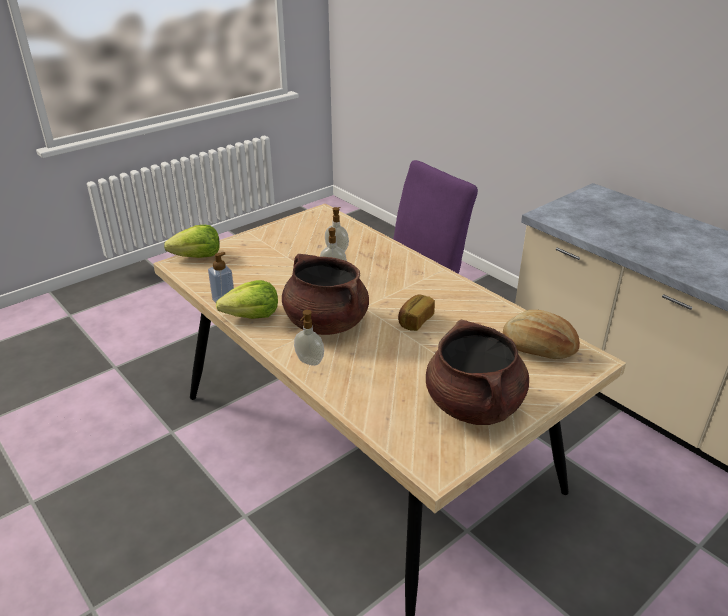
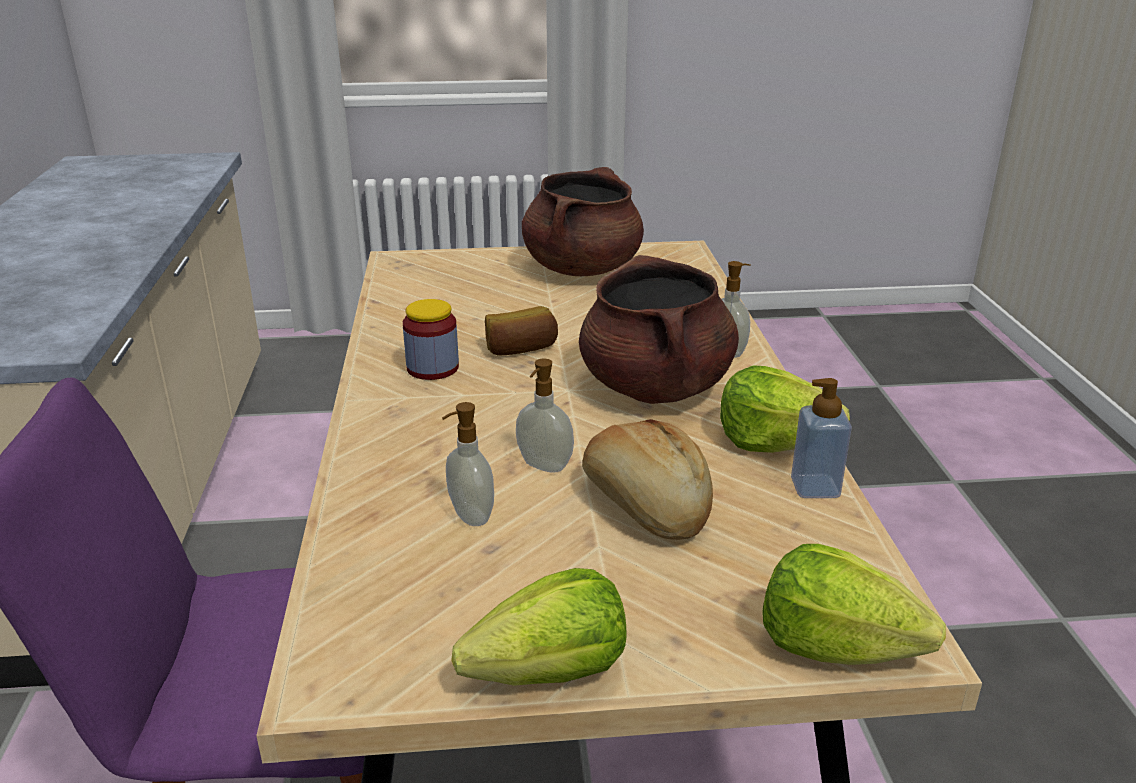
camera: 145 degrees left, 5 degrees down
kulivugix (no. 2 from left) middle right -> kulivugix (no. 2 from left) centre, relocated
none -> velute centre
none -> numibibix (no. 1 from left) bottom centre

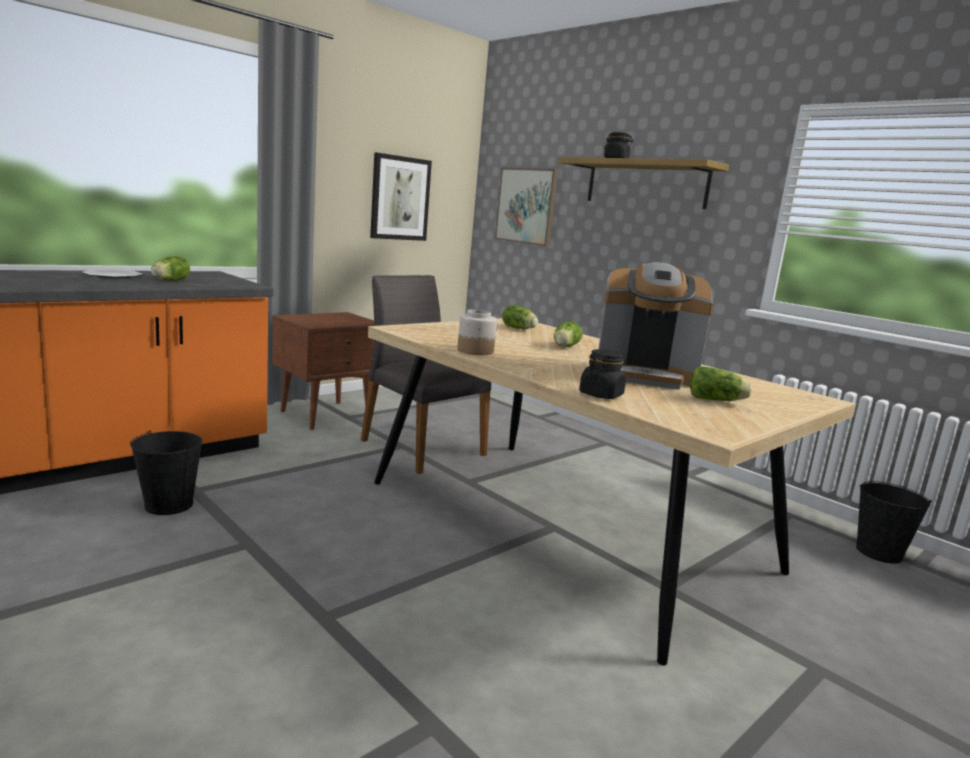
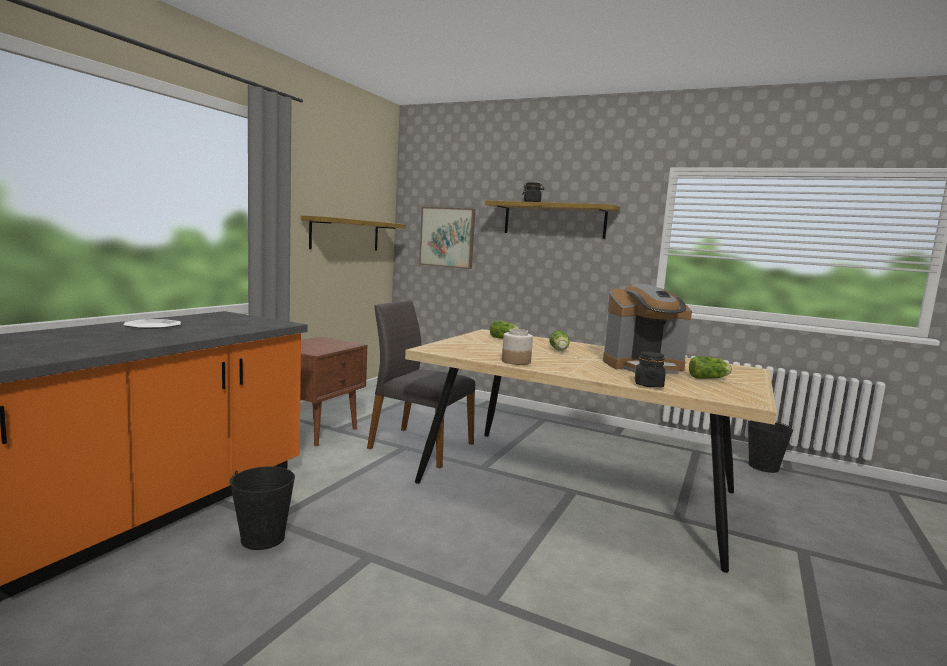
camera: 20 degrees left, 5 degrees down
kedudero (no. 1 from left) top centre -> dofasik (no. 1 from left) centre
numibibix (no. 1 from left) middle left -> none

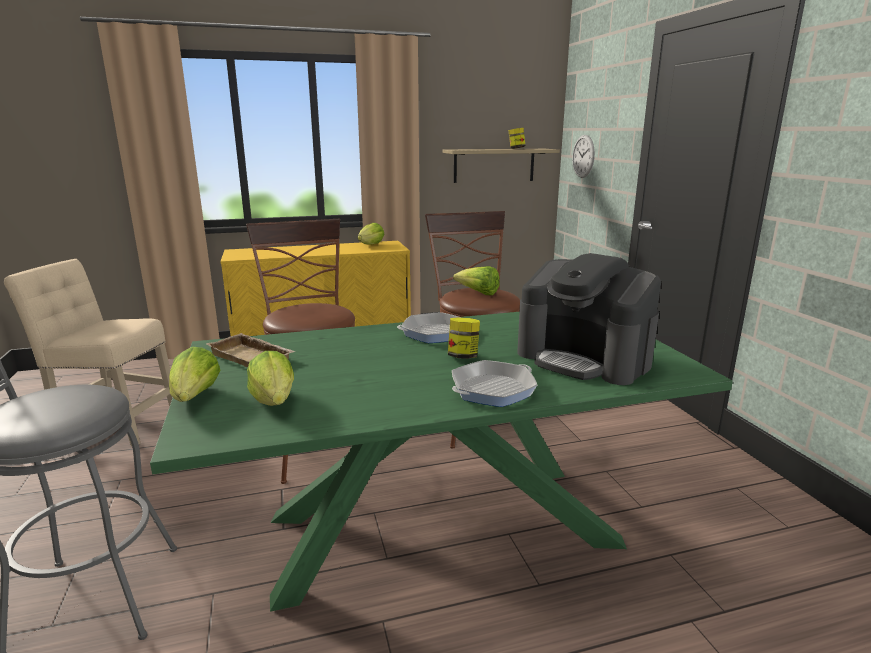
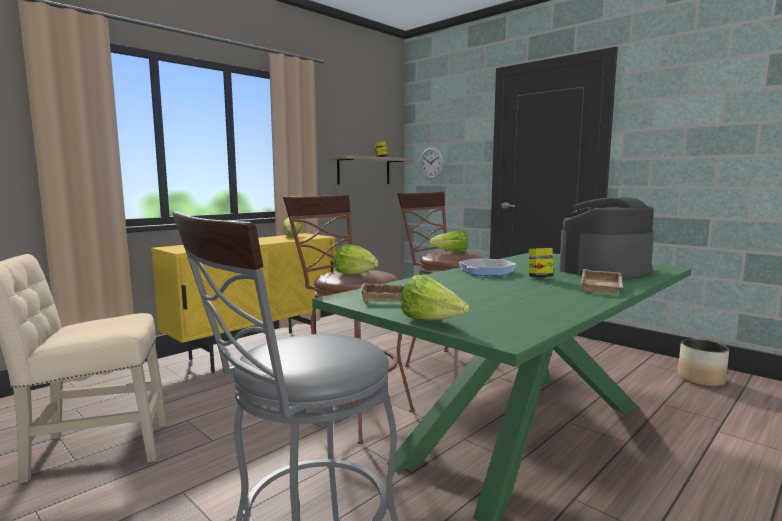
camera: 30 degrees left, 10 degrees down
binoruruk middle right, 135 degrees clockwise
numibibix (no. 2 from left) middle left -> numibibix (no. 2 from left) centre, relocated
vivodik (no. 2 from left) centre -> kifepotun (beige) (no. 2 from left) middle right
none -> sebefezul bottom right

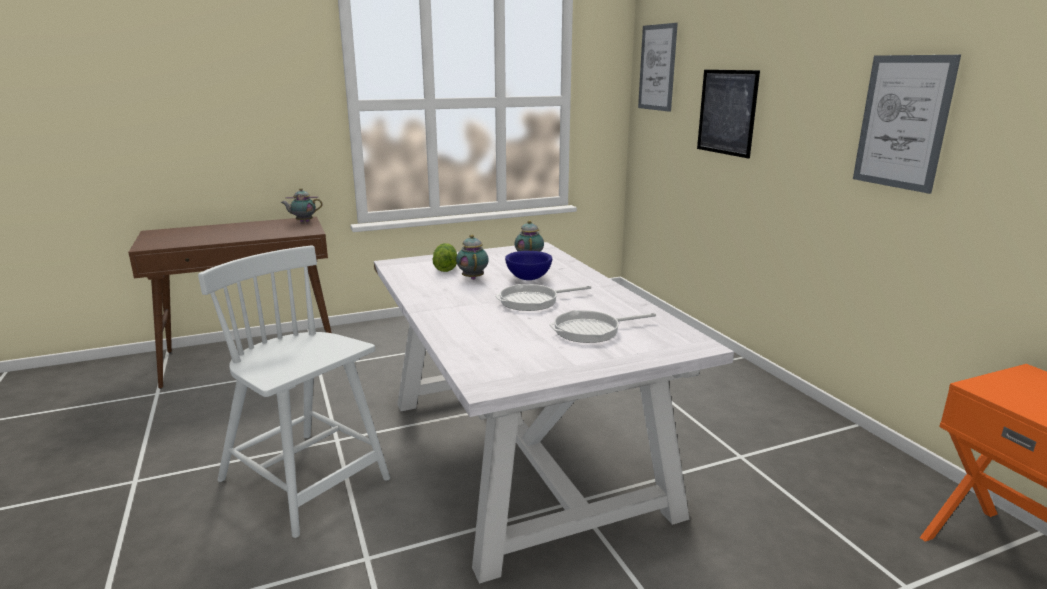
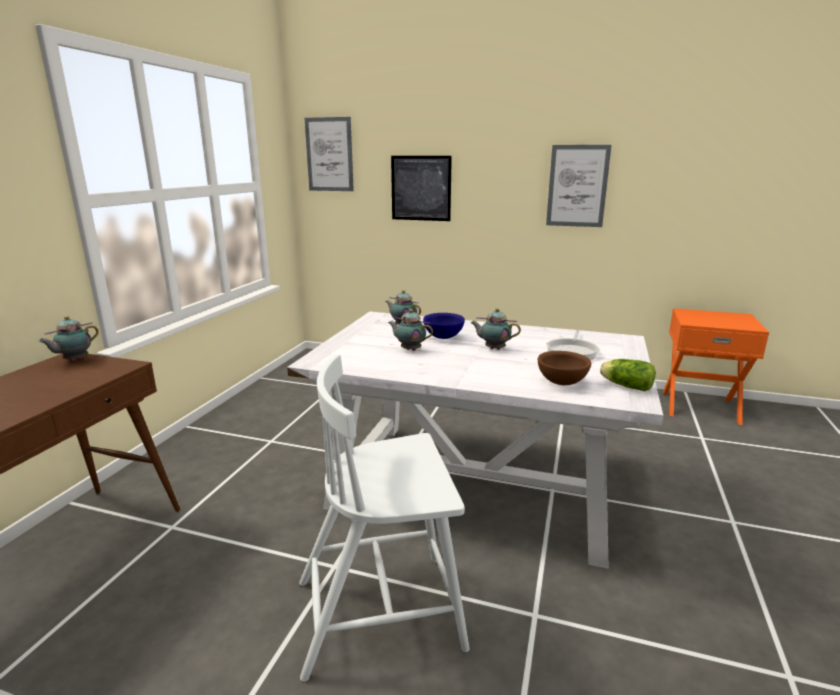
camera: 50 degrees left, 0 degrees up
numibibix centre -> numibibix middle right, relocated
vivodik (no. 1 from left) centre -> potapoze (no. 4 from left) centre
none -> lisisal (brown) middle right

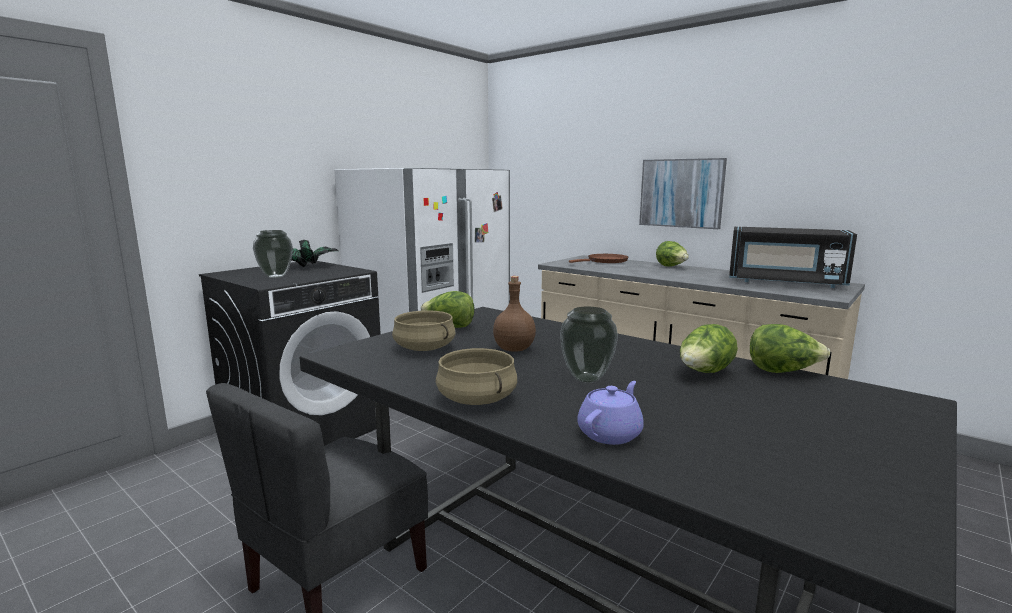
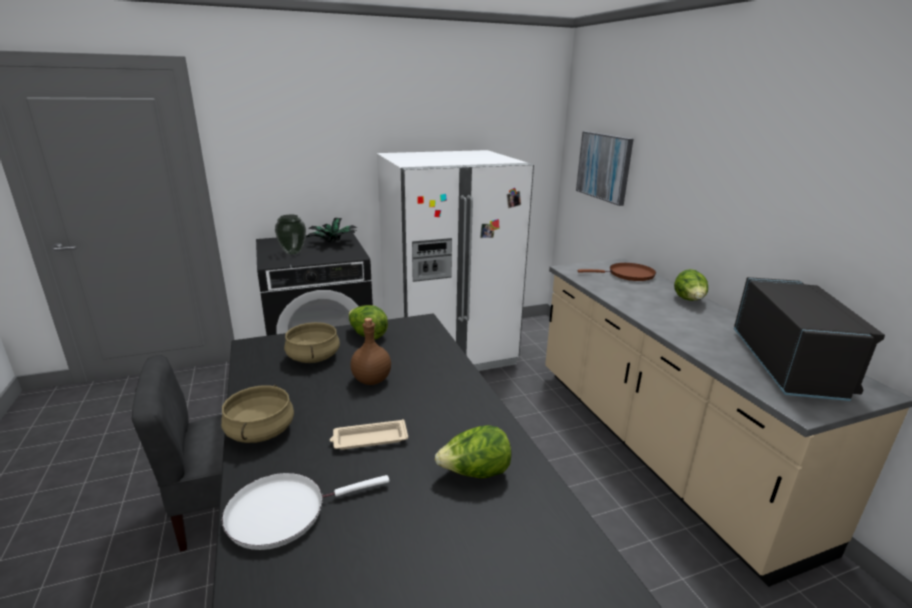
camera: 30 degrees right, 10 degrees up
kedudero top right -> kedudero top centre, relocated
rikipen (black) middle right, 135 degrees counterclockwise
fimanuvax (no. 2 from left) centre -> kifepotun (beige) bottom centre
numibibix (no. 4 from left) middle right -> none
potapoze (purple) bottom centre -> vivodik (white) bottom centre

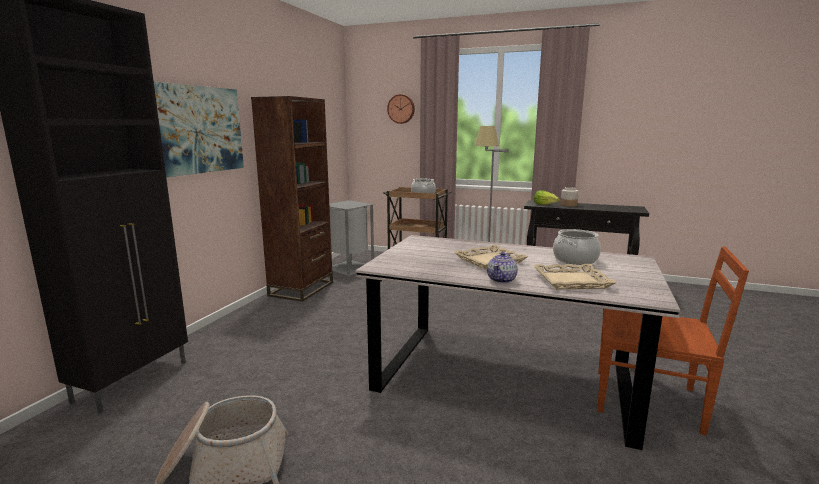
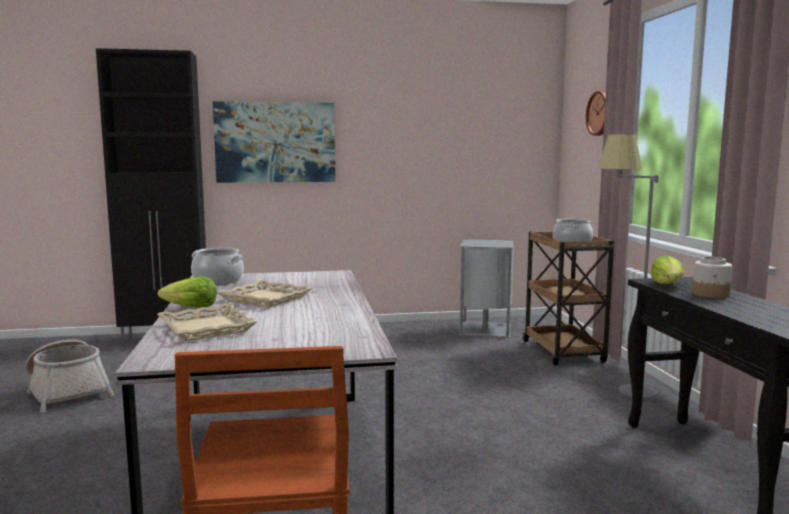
camera: 60 degrees right, 5 degrees down
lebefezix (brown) centre -> none
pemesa (no. 2 from left in the first image) middle right -> pemesa (no. 1 from left) middle left, relocated
potapoze centre -> numibibix (no. 1 from left) middle left

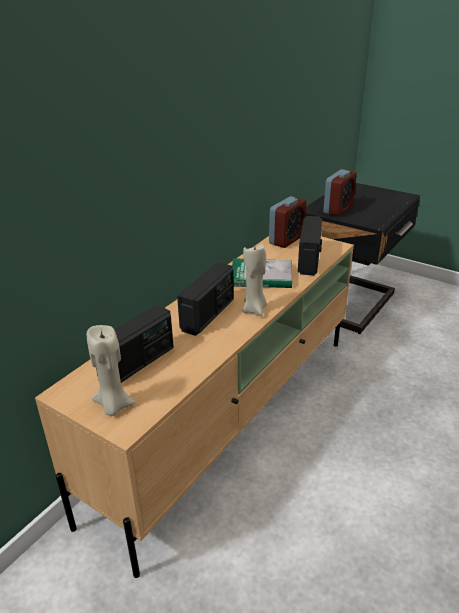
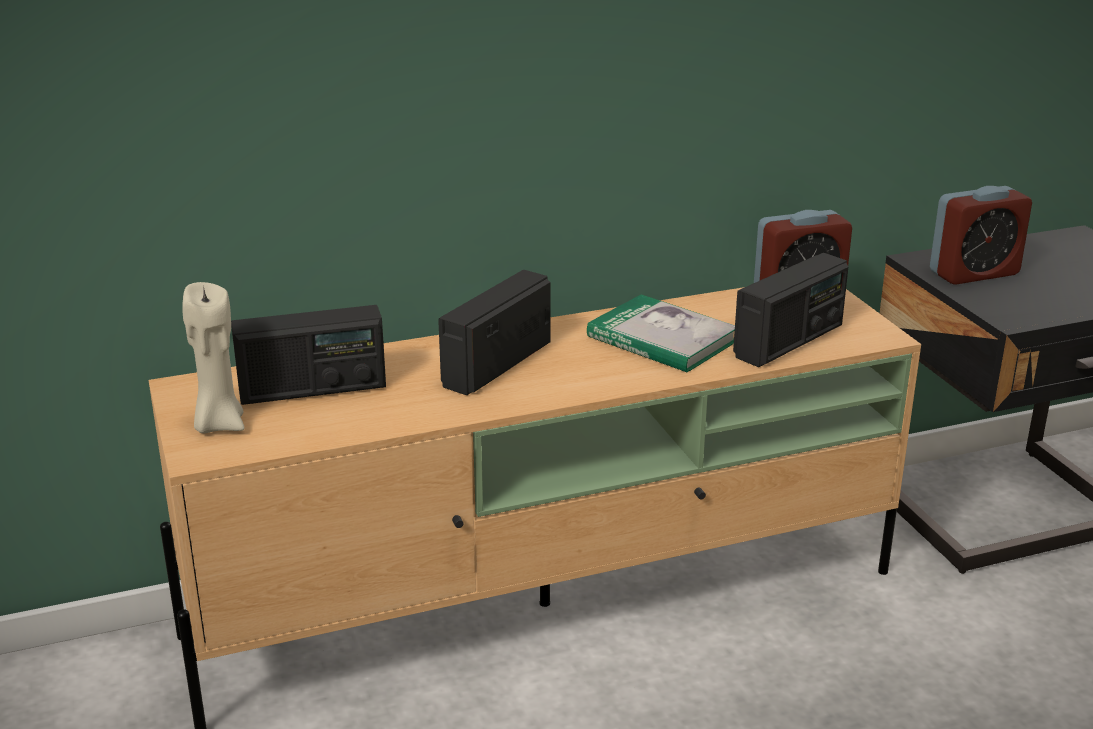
camera: 35 degrees right, 5 degrees down
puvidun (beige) (no. 2 from left) centre -> none
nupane (no. 2 from left) centre, 150 degrees clockwise

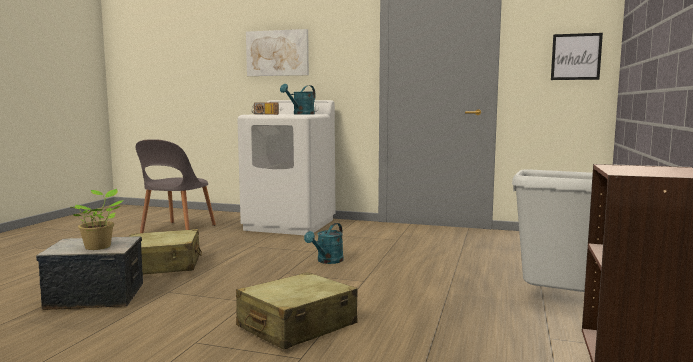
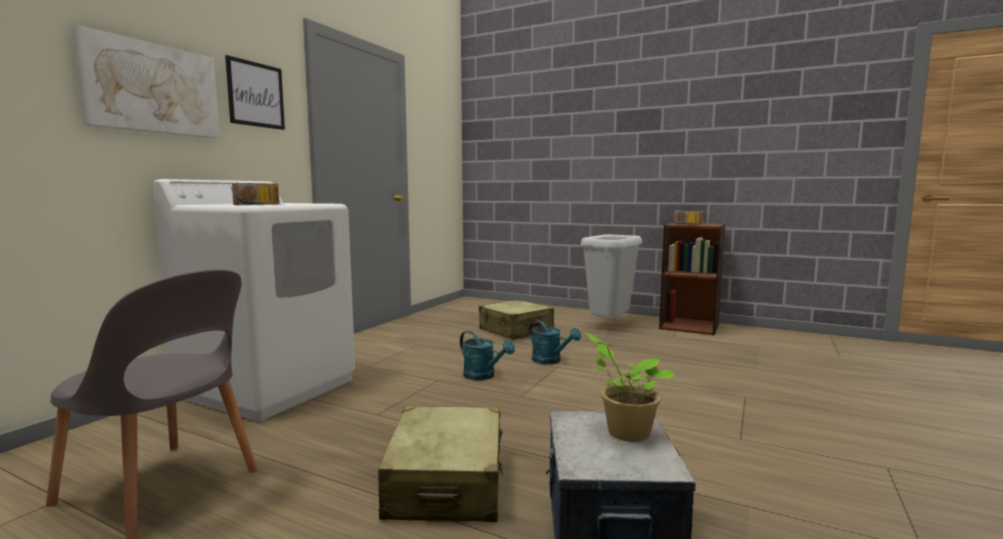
camera: 80 degrees left, 0 degrees up
kedudero (no. 2 from left) top right -> kedudero (no. 2 from left) top left, relocated
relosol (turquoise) (no. 1 from left in the first image) top centre -> relosol (turquoise) (no. 2 from left) centre, relocated
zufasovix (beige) (no. 2 from left) bottom centre -> zufasovix (beige) (no. 2 from left) centre, relocated
none -> nupane (no. 2 from left) middle right

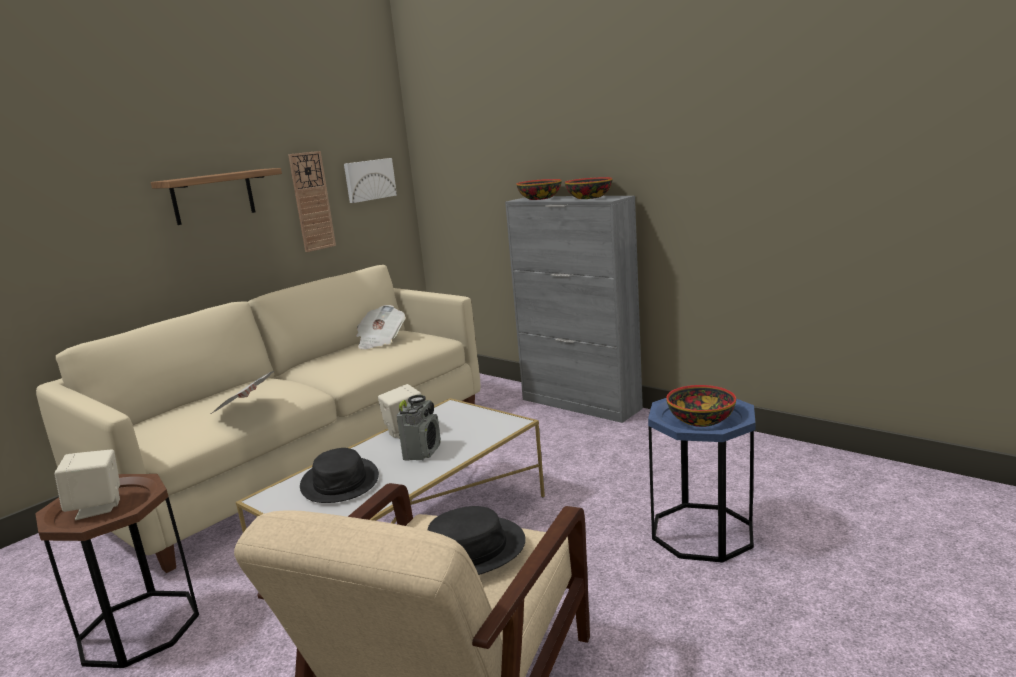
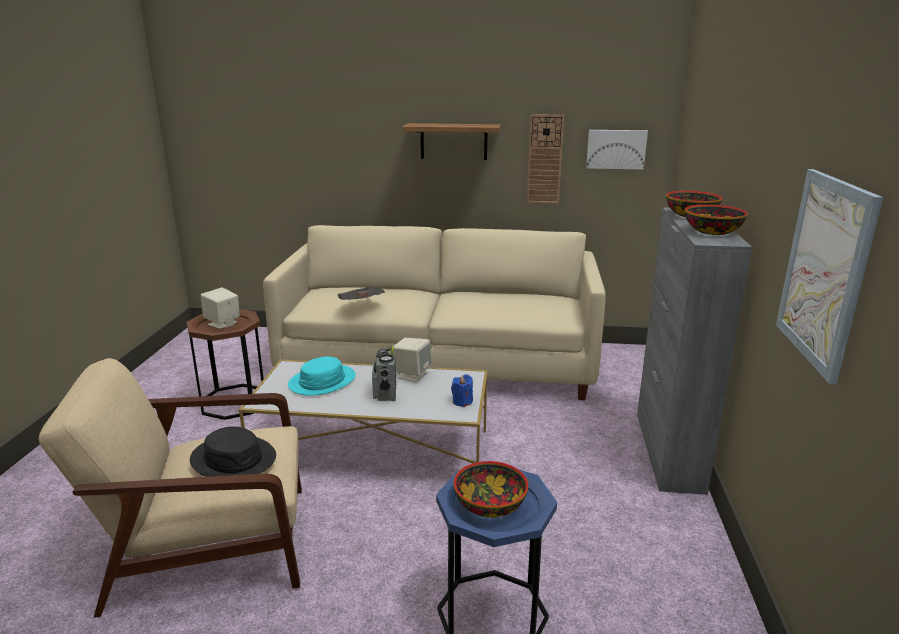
camera: 55 degrees right, 5 degrees up
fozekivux (no. 2 from left) centre -> none
nupane centre, 105 degrees clockwise
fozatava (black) (no. 1 from left) bottom centre -> fozatava (turquoise) centre
none -> kedudero (no. 2 from left) middle right
none -> puvidun (blue) centre

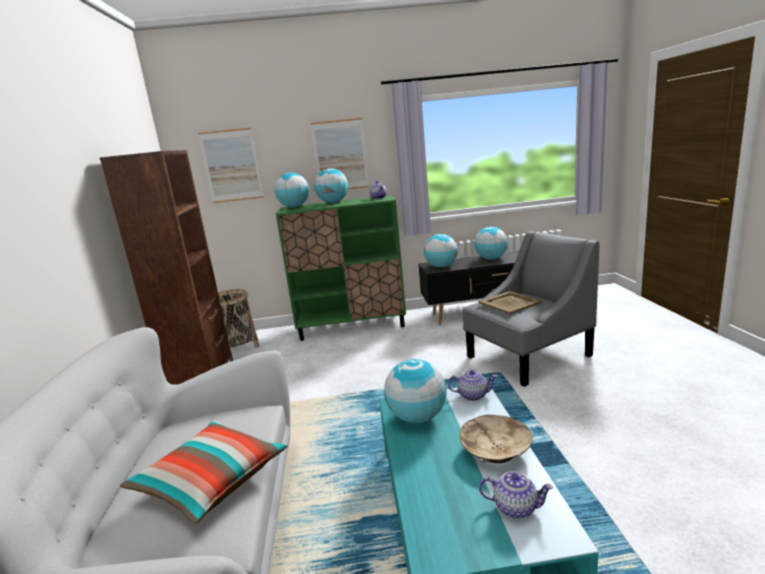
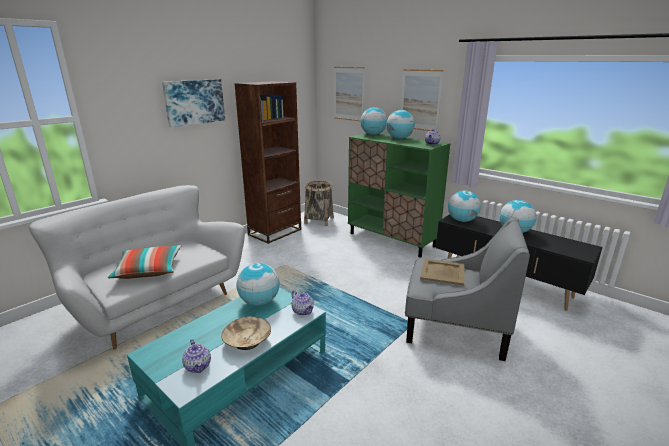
camera: 45 degrees right, 5 degrees up
none -> kedudero (no. 1 from left) top left

